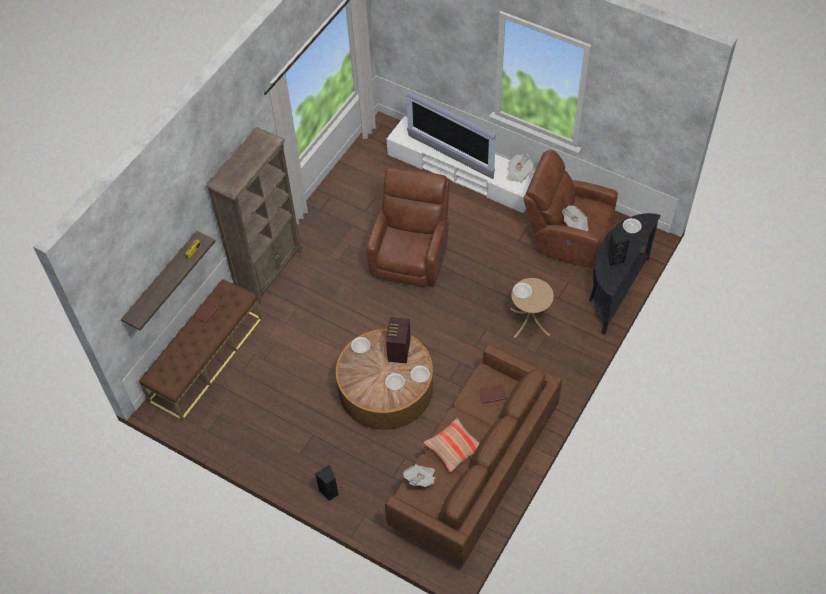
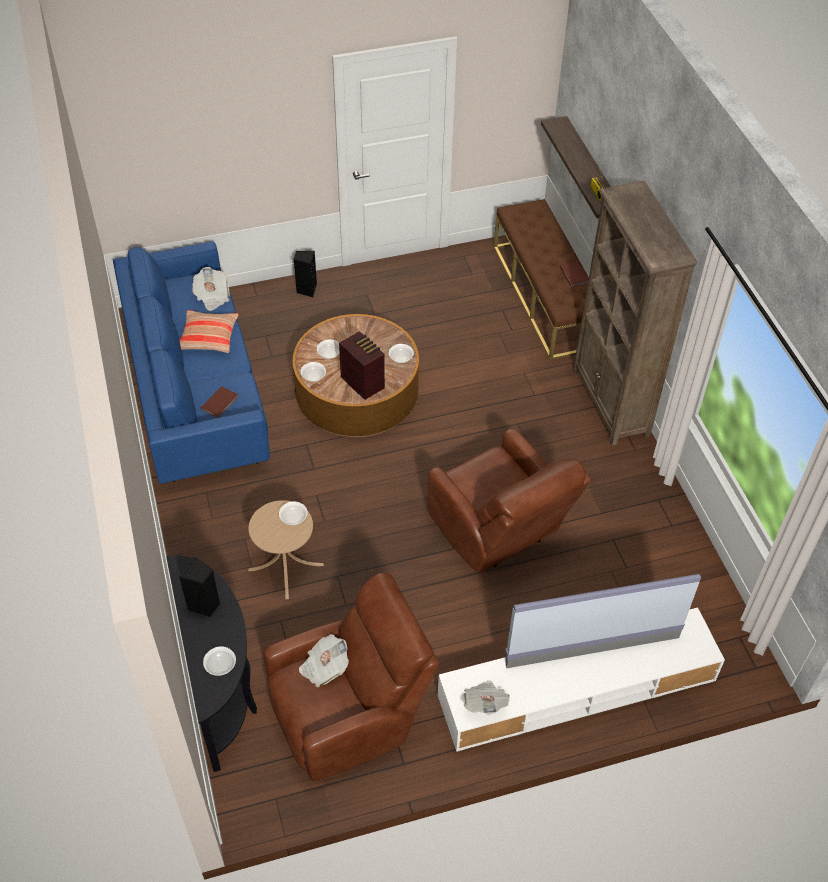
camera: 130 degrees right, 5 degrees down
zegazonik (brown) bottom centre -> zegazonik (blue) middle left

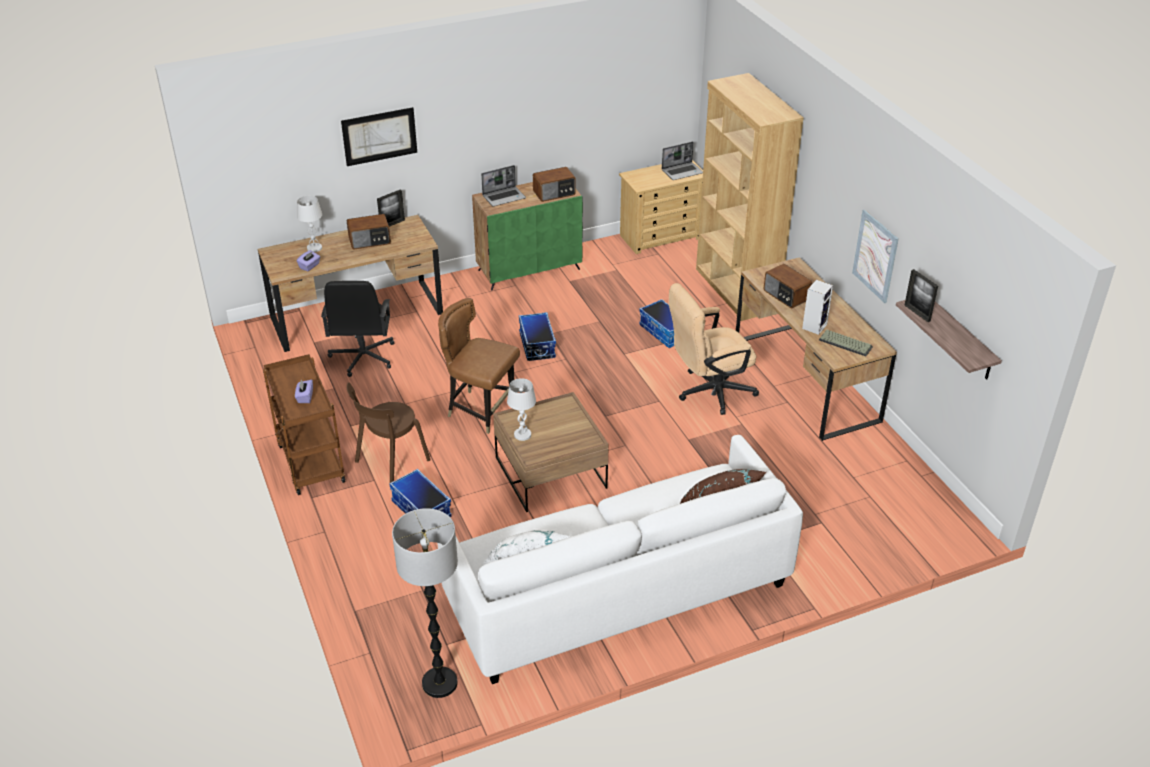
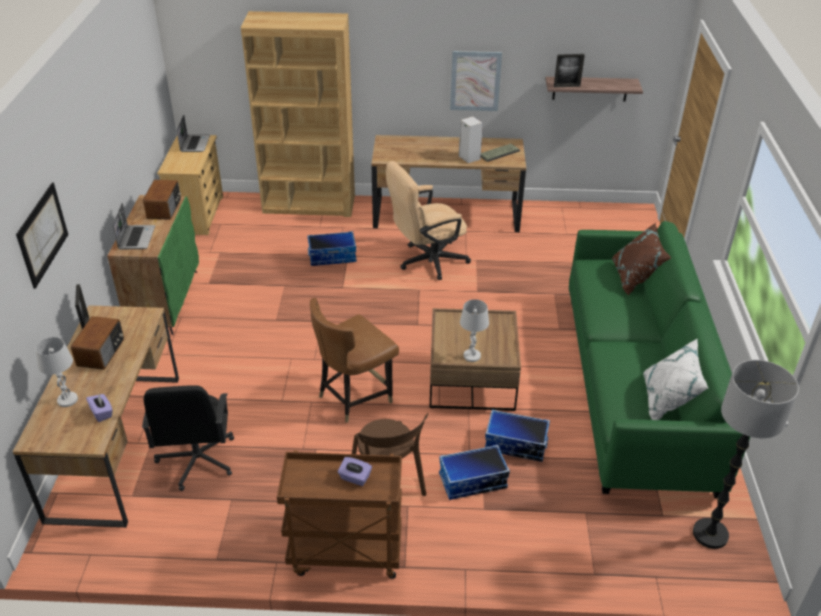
camera: 65 degrees left, 0 degrees up
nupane (no. 3 from left) middle right -> none
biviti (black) middle left -> biviti (black) bottom left, 60 degrees clockwise
biviti (beige) centre, 60 degrees clockwise
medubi (no. 2 from left in the first image) centre -> medubi (no. 3 from left) bottom centre, relocated
zegazonik (white) bottom centre -> zegazonik (green) middle right

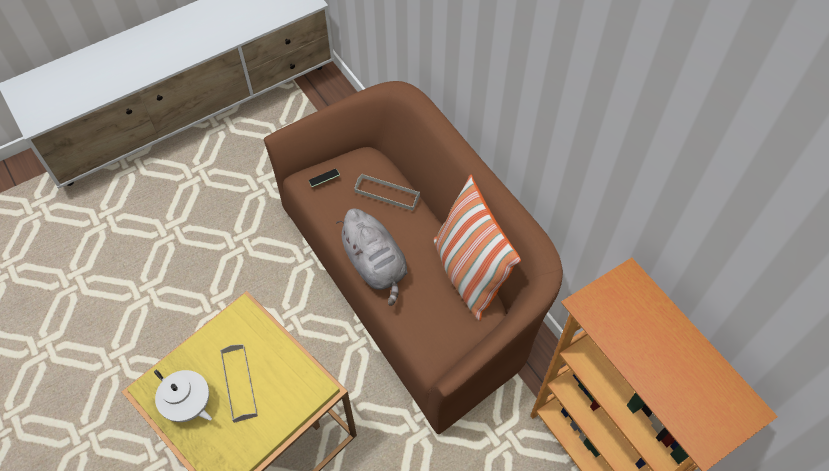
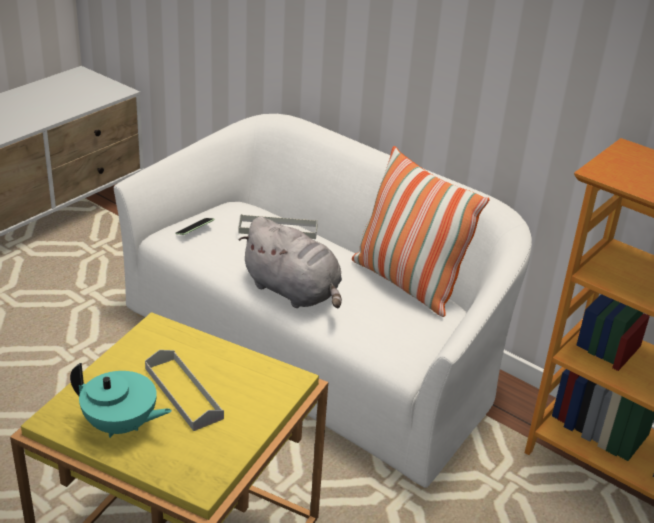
camera: 20 degrees left, 25 degrees down
zegazonik (brown) centre -> zegazonik (white) centre
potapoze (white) bottom left -> potapoze (turquoise) bottom left

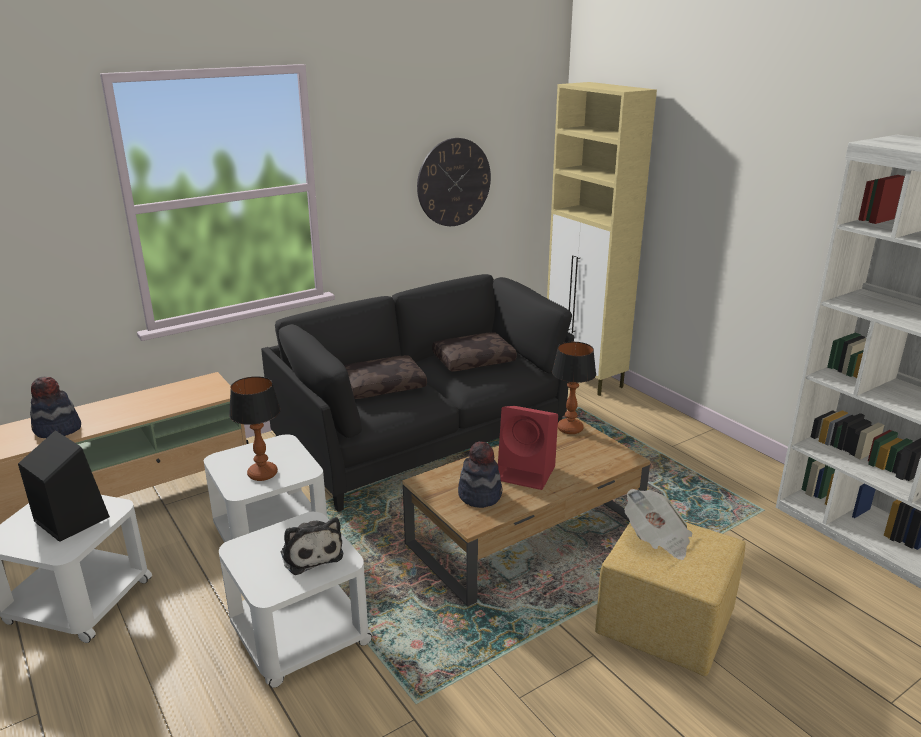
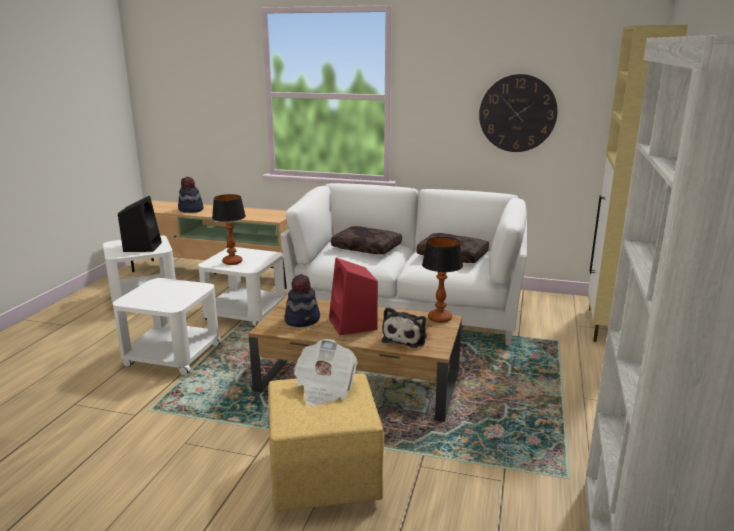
camera: 50 degrees right, 5 degrees down
zegazonik (black) centre -> zegazonik (white) centre
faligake bottom centre -> faligake centre, relocated

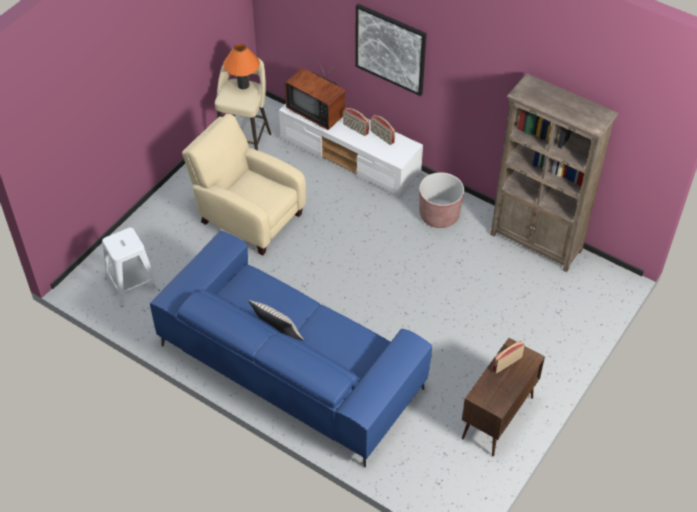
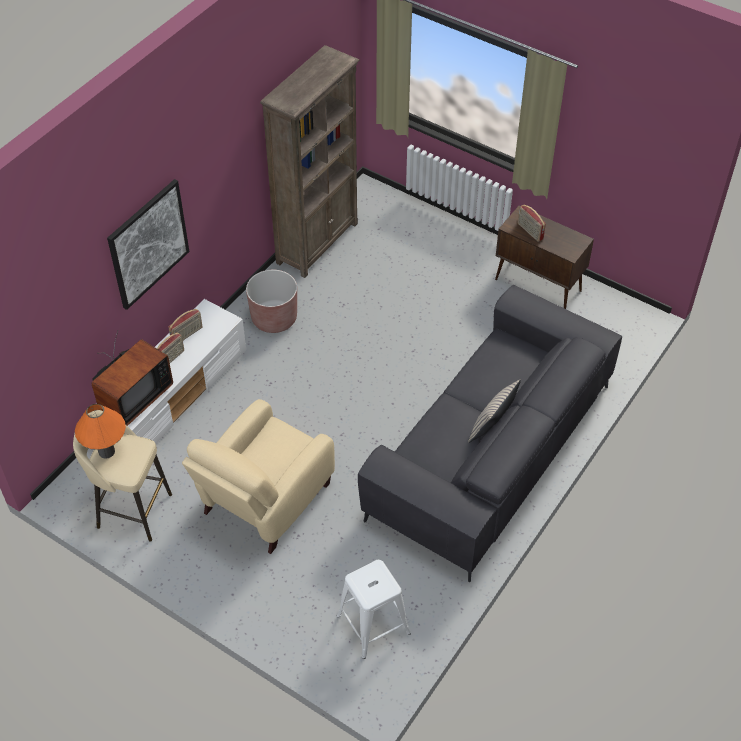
camera: 90 degrees left, 0 degrees up
zegazonik (blue) bottom centre -> zegazonik (grey) centre

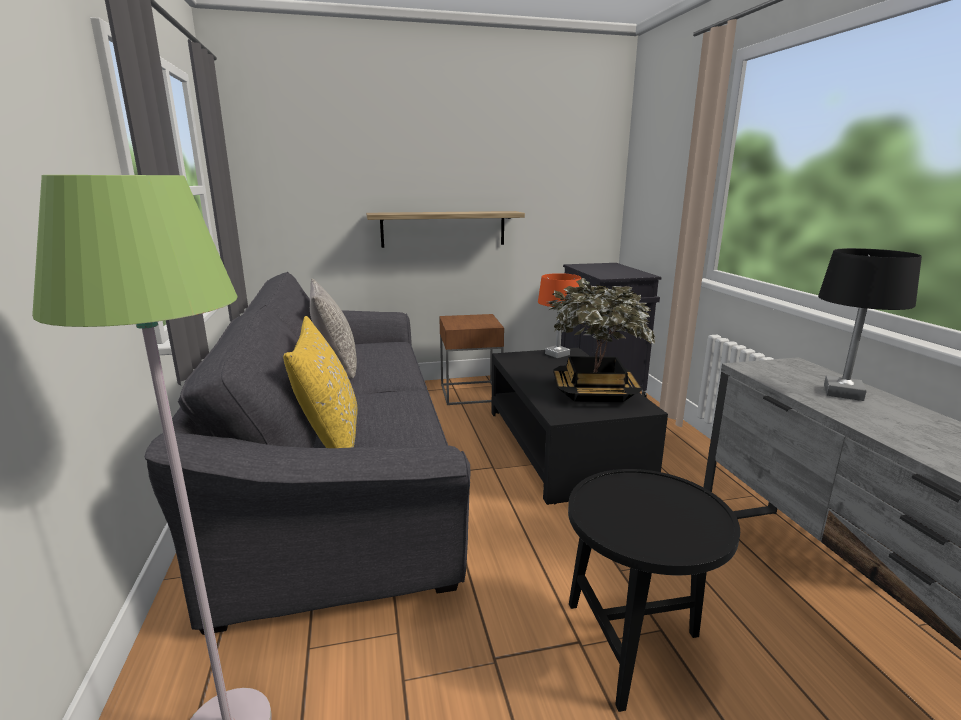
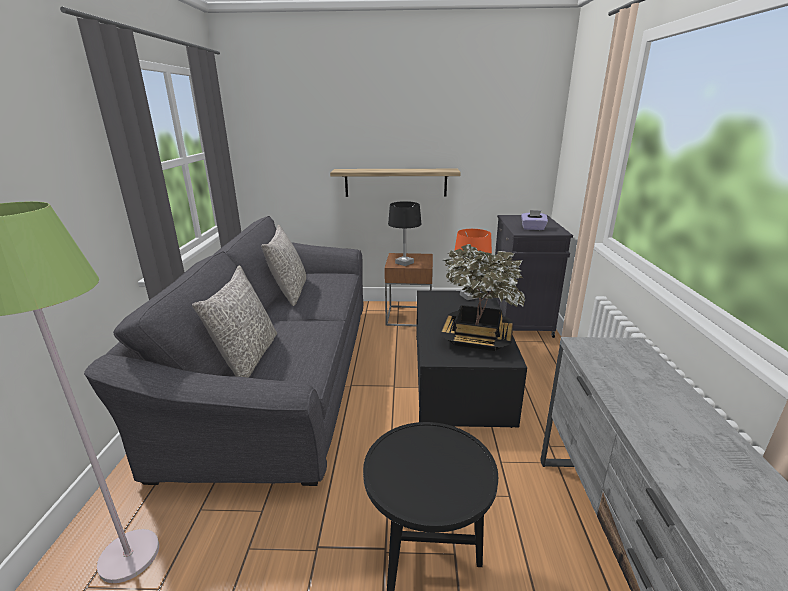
camera: 15 degrees right, 5 degrees up
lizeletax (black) middle right -> lizeletax (black) centre, relocated
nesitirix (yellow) middle left -> nesitirix (grey) (no. 1 from left) middle left
none -> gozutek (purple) middle right

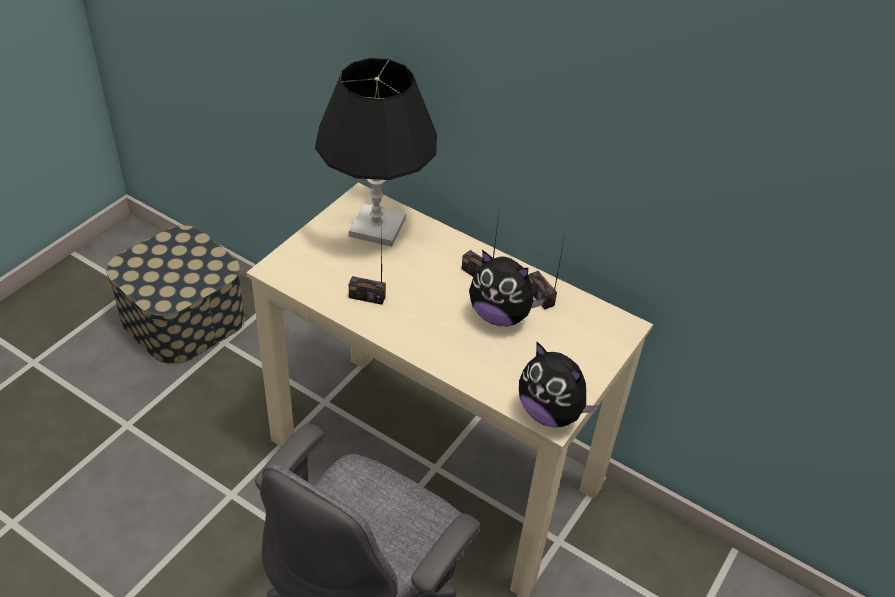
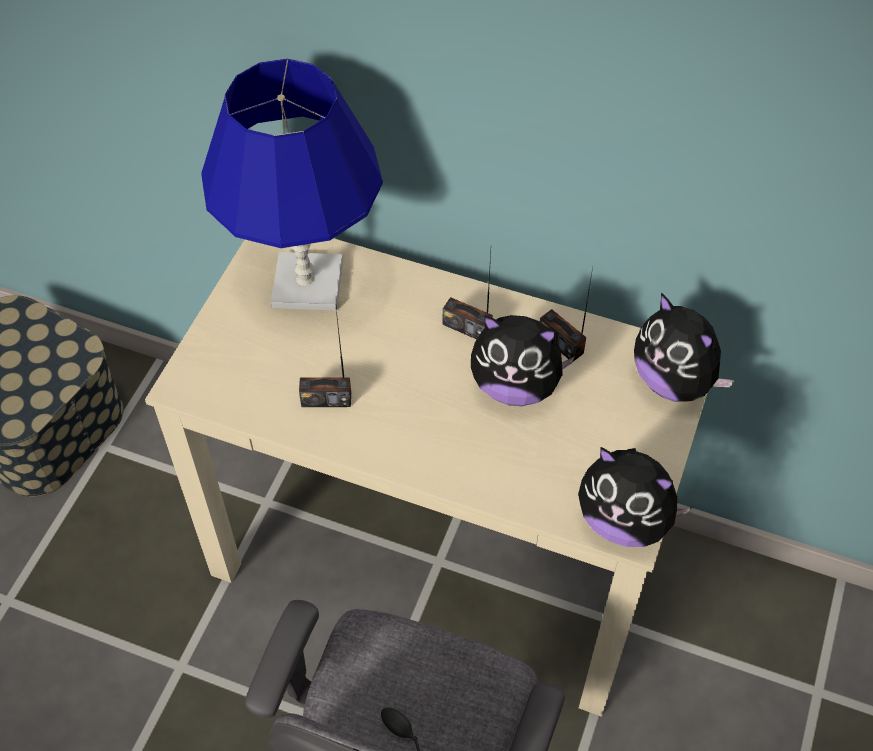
camera: 10 degrees left, 10 degrees up
lizeletax (black) top centre -> lizeletax (blue) top centre
none -> faligake (no. 3 from left) middle right

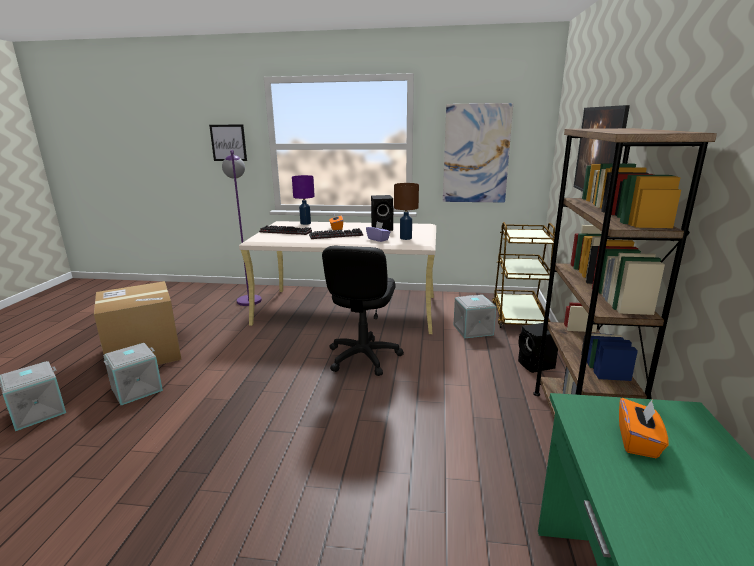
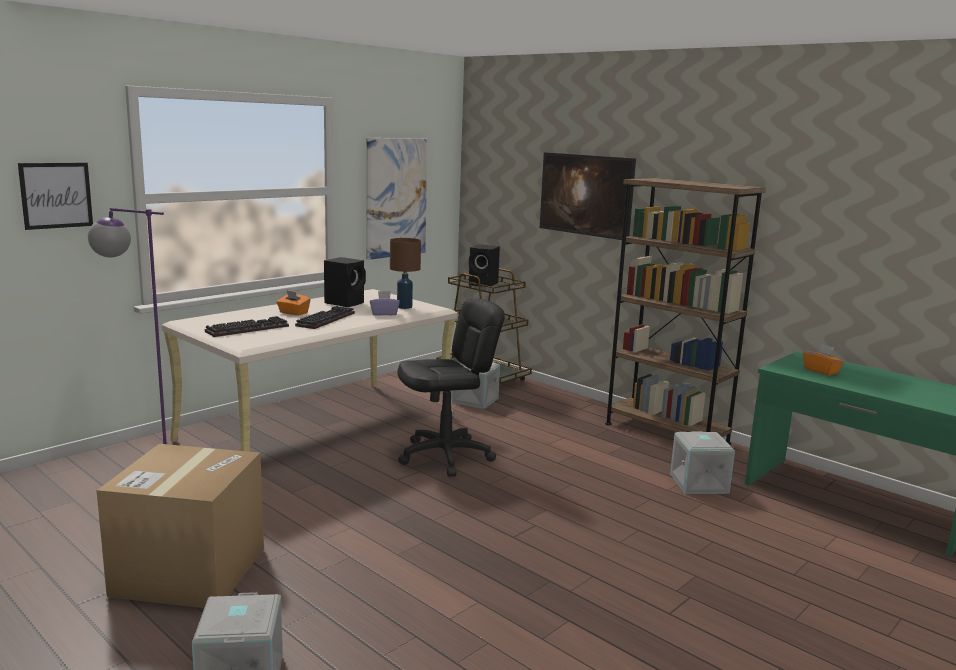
camera: 55 degrees left, 5 degrees down
lizeletax (purple) centre -> none
biviti (black) centre, 75 degrees counterclockwise
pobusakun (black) (no. 2 from left) middle right -> pobusakun (black) (no. 2 from left) centre, relocated
medubi (grey) (no. 2 from left in the first image) middle left -> medubi (grey) (no. 3 from left) bottom right, relocated

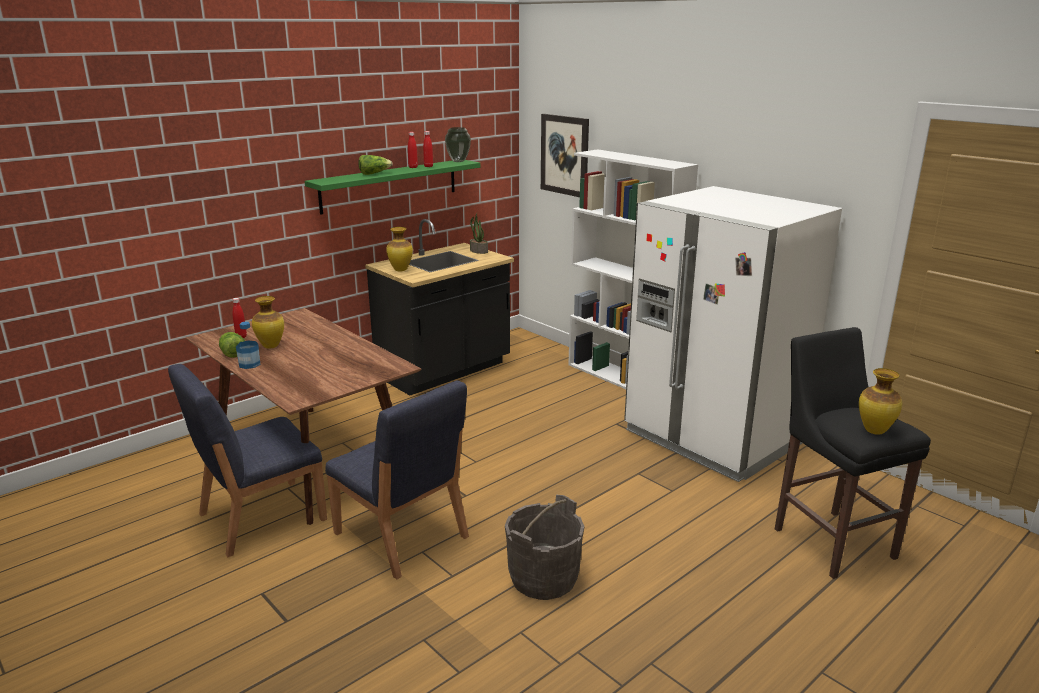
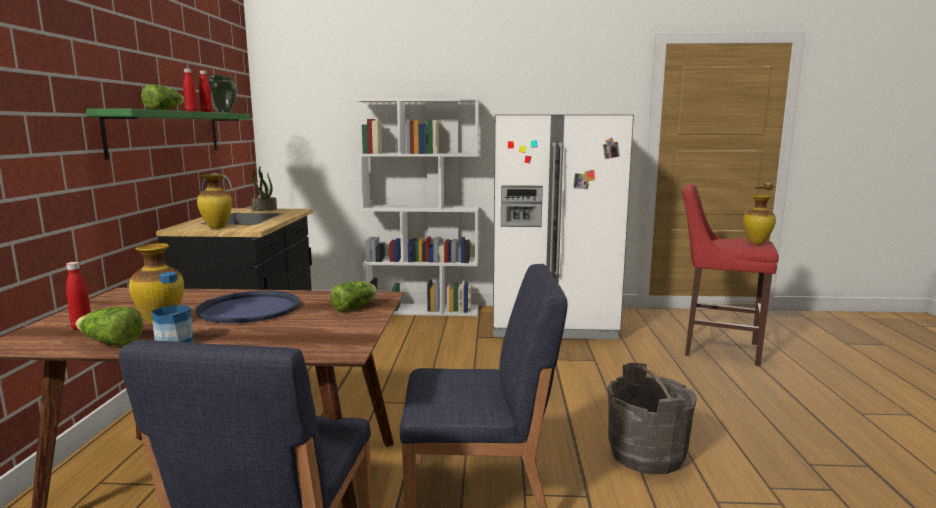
camera: 45 degrees left, 10 degrees down
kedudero top centre -> none
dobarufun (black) middle right -> dobarufun (red) middle right
none -> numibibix (no. 3 from left) centre
none -> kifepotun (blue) middle left

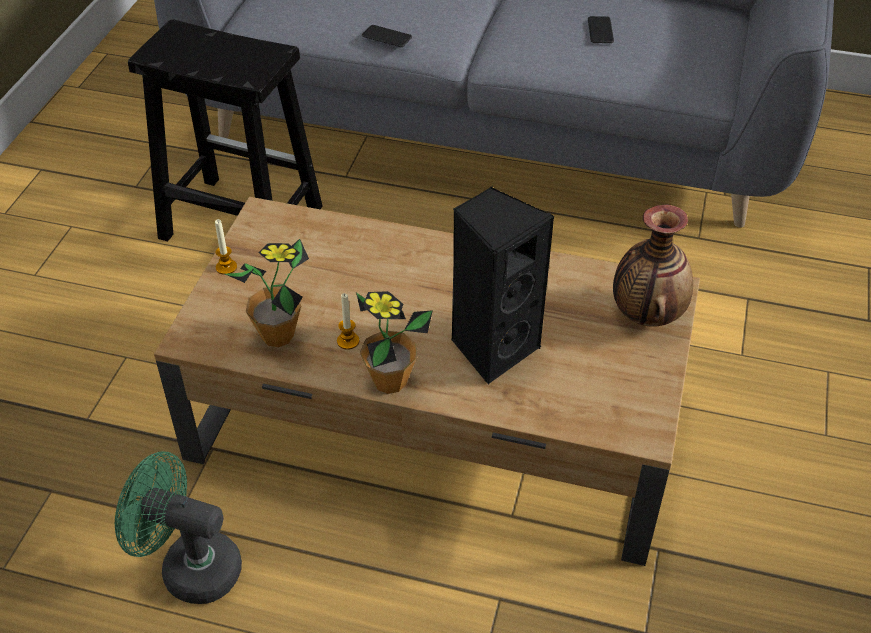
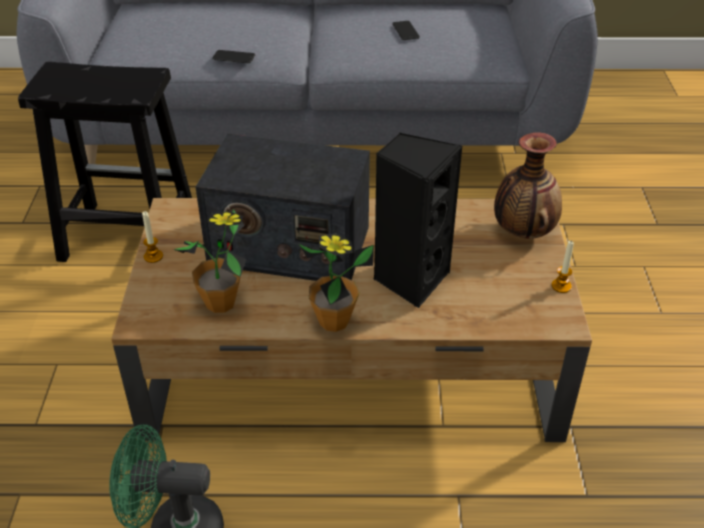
camera: 15 degrees left, 5 degrees down
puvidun (no. 2 from left) centre -> puvidun (no. 2 from left) middle right, relocated
none -> nupane centre

